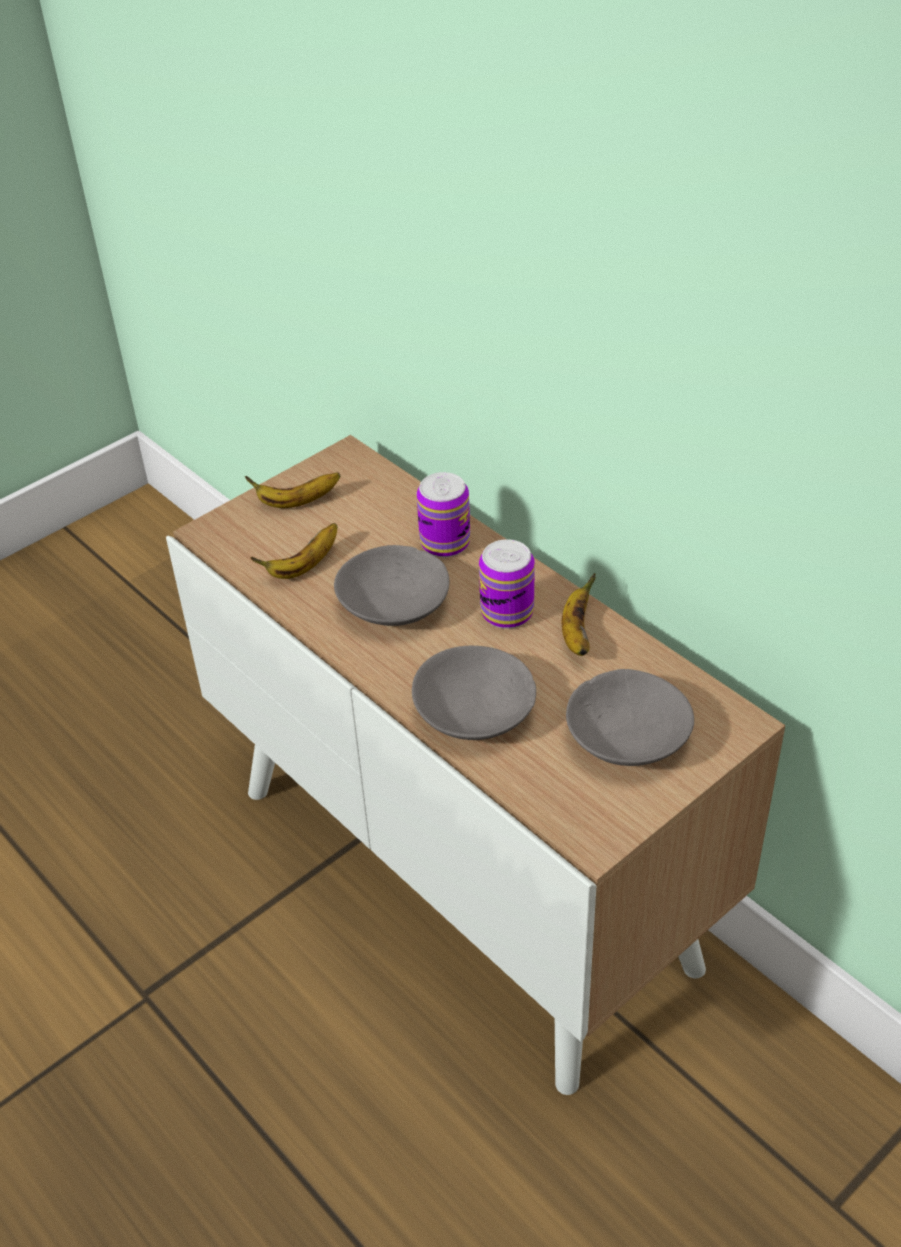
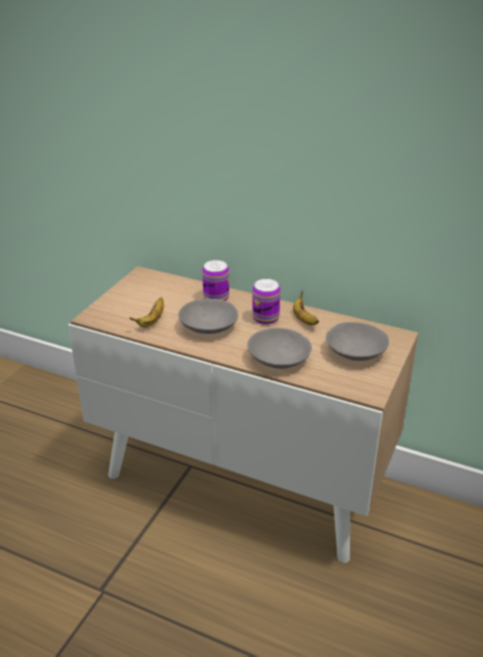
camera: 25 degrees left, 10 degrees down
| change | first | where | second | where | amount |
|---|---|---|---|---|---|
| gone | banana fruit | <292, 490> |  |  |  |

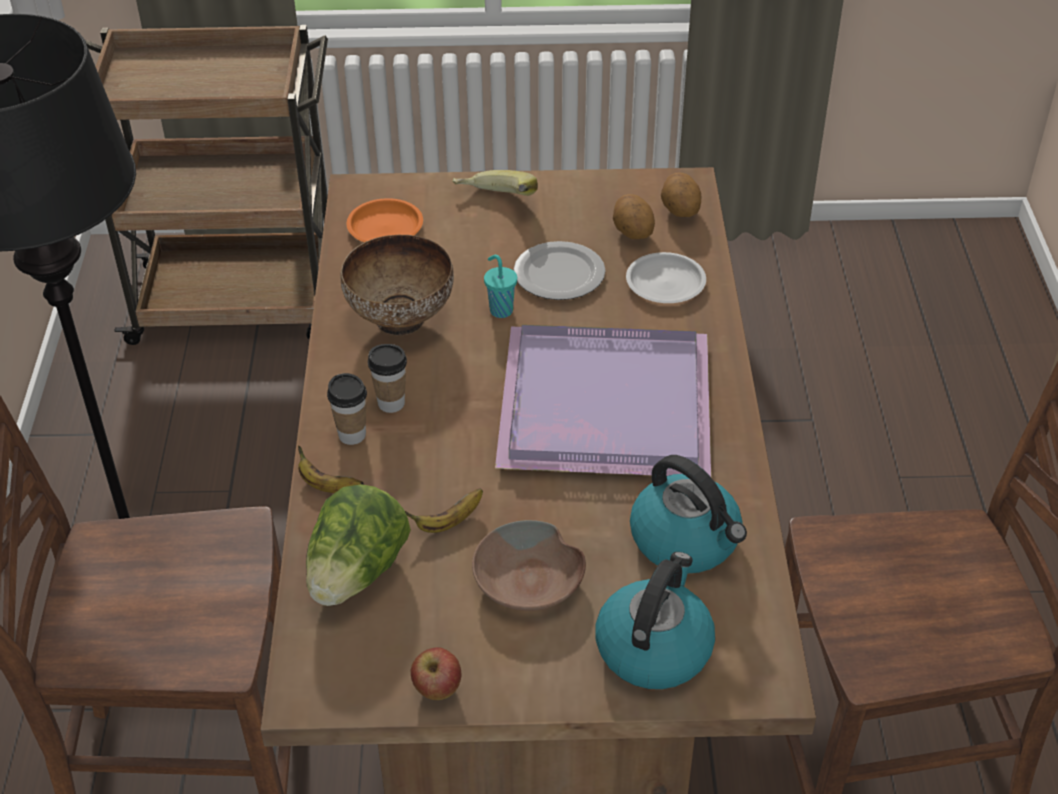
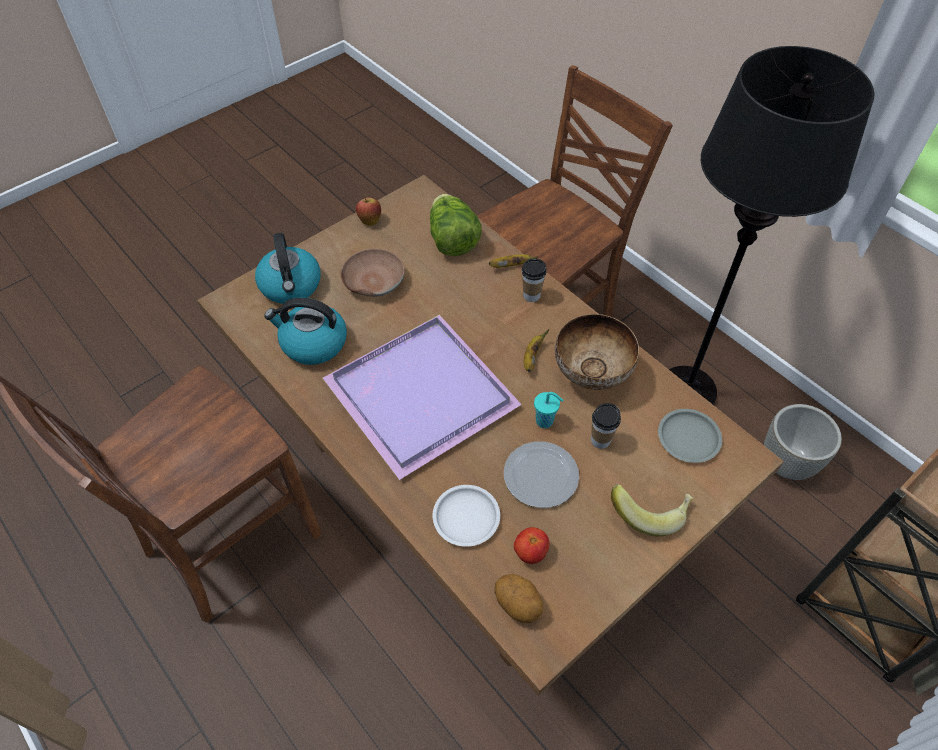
camera: 140 degrees right, 10 degrees up
| change | first | where | second | where | amount |
|---|---|---|---|---|---|
| new |  |  | plant pot in gray | <803, 442> |  |
| shifted | small cup | <387, 378> |  | <606, 426> |  |
| shifted | banana fruit | <444, 510> |  | <536, 350> |  |
| swapped | spud | <634, 216> | tomato | <532, 545> |  |
| repainted | dinner plate in orange | <385, 220> | dinner plate in gray | <690, 436> |  |

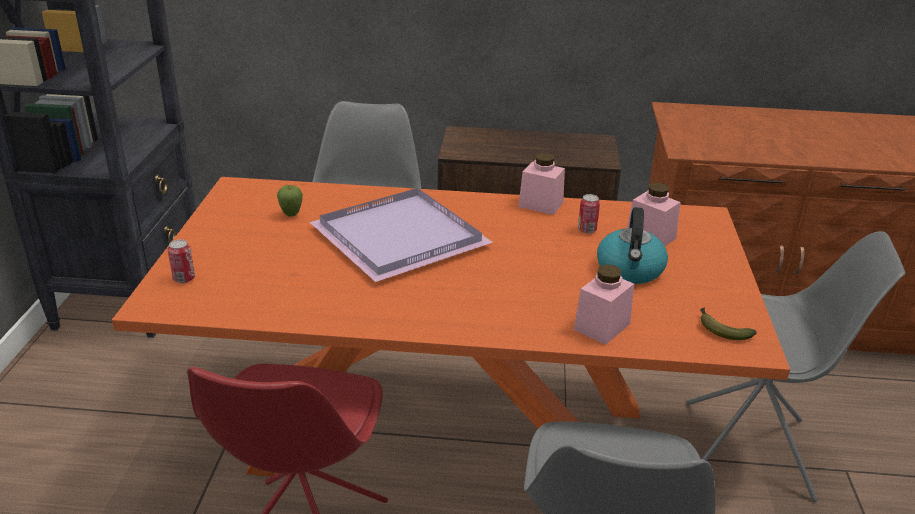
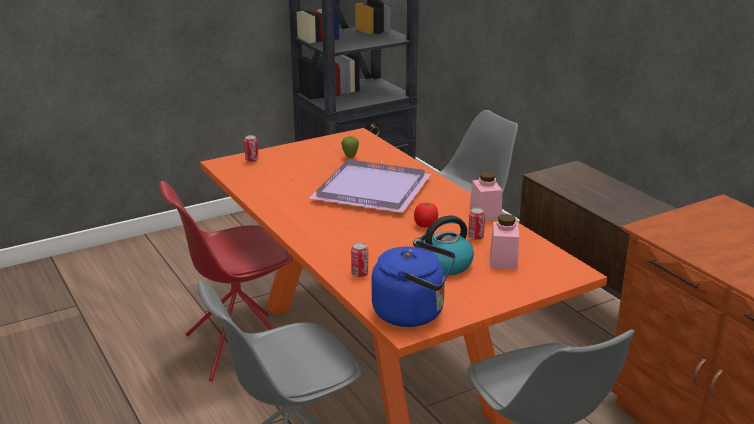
camera: 55 degrees right, 5 degrees down
| change | first | where | second | where | amount |
|---|---|---|---|---|---|
| new |  |  | tomato | <426, 215> |  |
| swapped | storage jar in pinkish | <604, 304> | can | <359, 259> |  |
| swapped | banana fruit | <728, 323> | tea kettle in blue-coloured | <414, 284> |  |

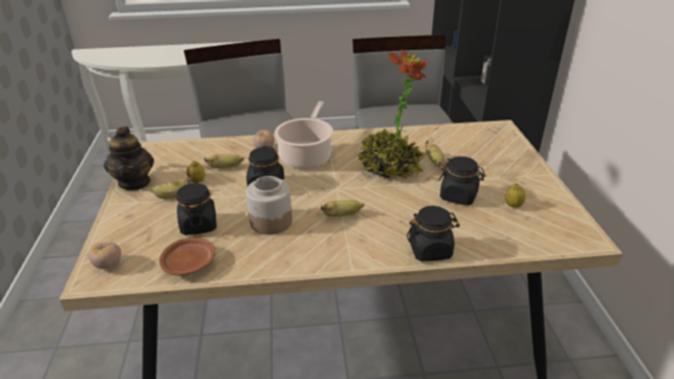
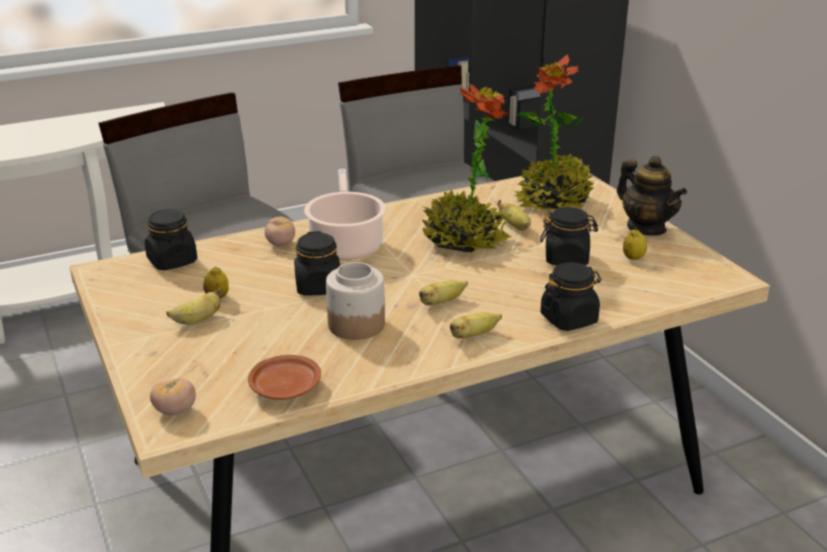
camera: 20 degrees left, 5 degrees down
| change | first | where | second | where | amount |
|---|---|---|---|---|---|
| new |  |  | potted plant | <553, 133> |  |
| shifted | teapot | <129, 158> |  | <652, 196> |  |
| shifted | storage jar in black | <196, 209> |  | <171, 239> |  |
| shifted | banana fruit | <224, 161> |  | <476, 325> |  |

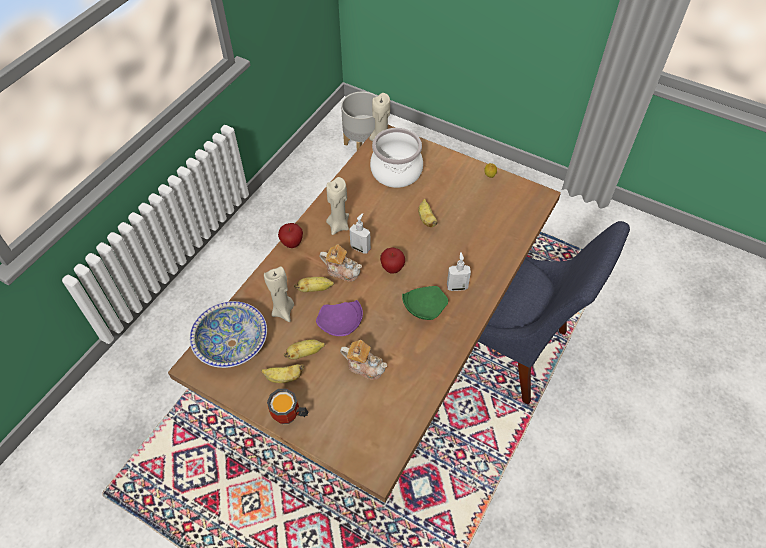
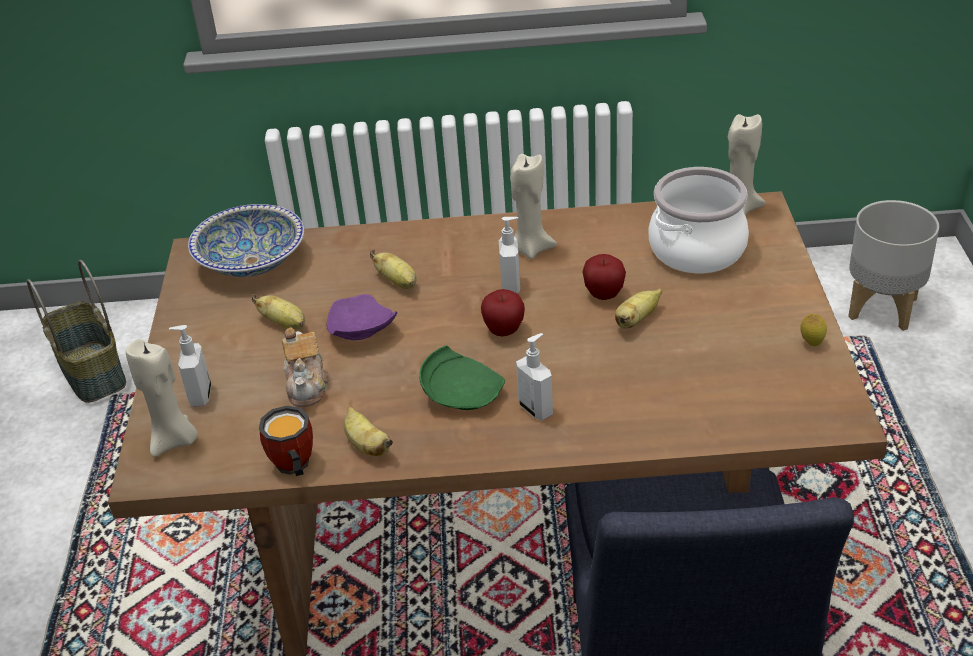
camera: 60 degrees right, 15 degrees down
| change | first | where | second | where | amount |
|---|---|---|---|---|---|
| gone | teapot | <341, 263> |  |  |  |
| new |  |  | household basket | <76, 331> |  |
| new |  |  | soap bottle | <190, 366> |  |
| shifted | banana fruit | <282, 373> |  | <368, 431> |  |
| shifted | wax candle in sand-coloured | <279, 294> |  | <162, 398> |  |
| shifted | coffee mug | <287, 406> |  | <286, 440> |  |
| shifted | apple fruit | <290, 235> |  | <604, 277> |  |

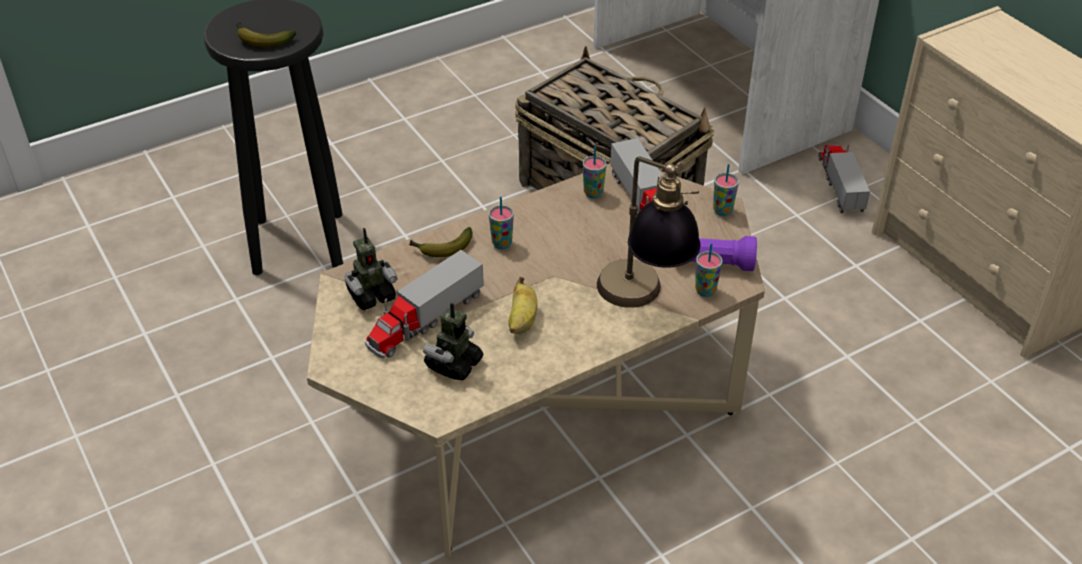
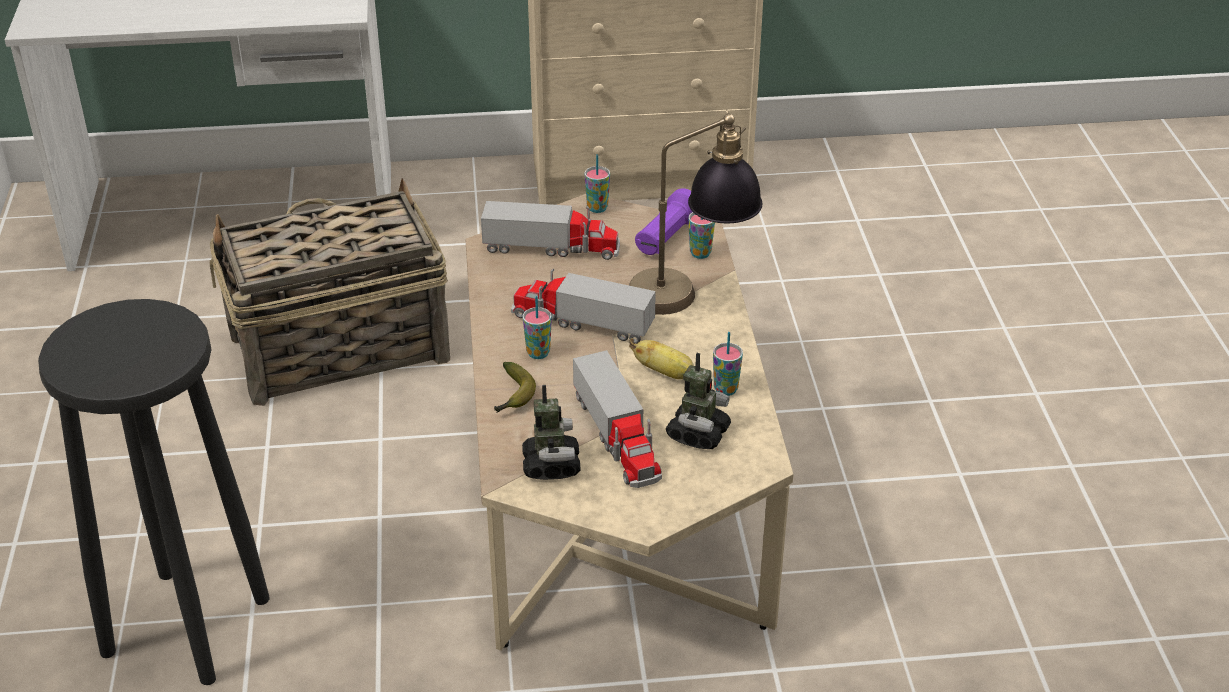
camera: 65 degrees left, 5 degrees down
| change | first | where | second | where | amount |
|---|---|---|---|---|---|
| gone | banana fruit | <266, 34> |  |  |  |
| shifted | small cup | <594, 172> |  | <728, 364> |  |
| shifted | model truck | <844, 178> |  | <583, 306> |  |
| rotated | toy robot | <453, 341> |  | <698, 401> | 120 degrees counterclockwise |

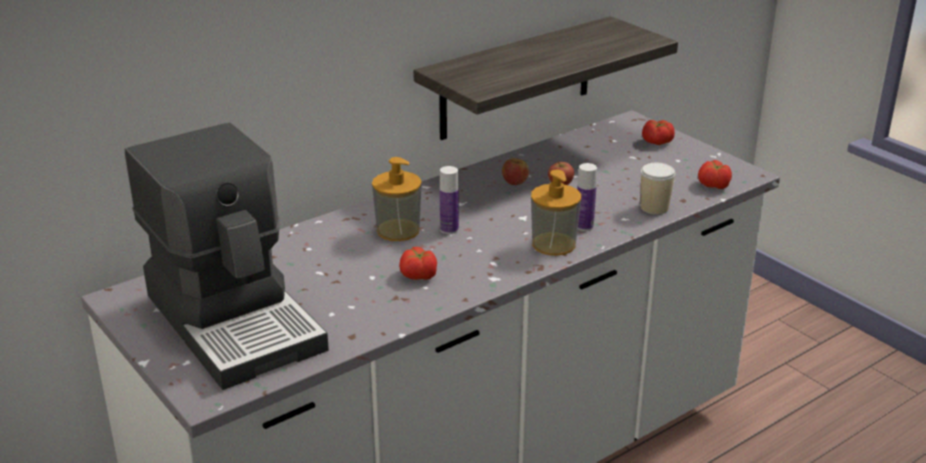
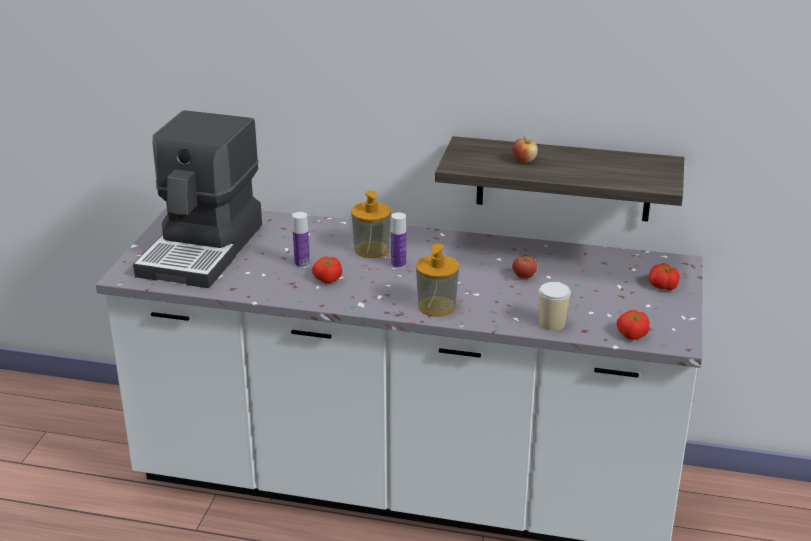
camera: 50 degrees right, 0 degrees up
| change | first | where | second | where | amount |
|---|---|---|---|---|---|
| shifted | apple fruit | <515, 171> |  | <525, 149> |  |
| shifted | beverage bottle | <587, 197> |  | <301, 240> |  |

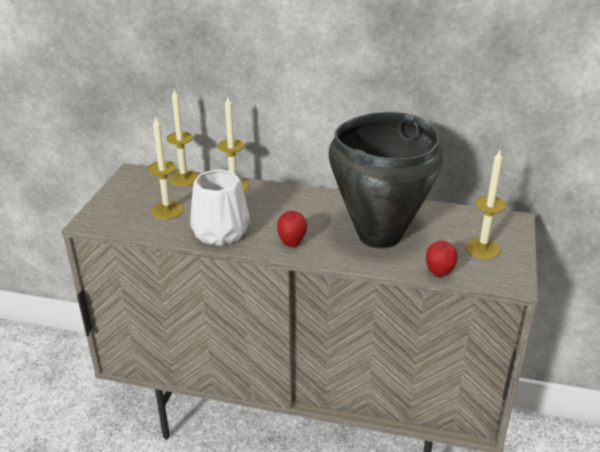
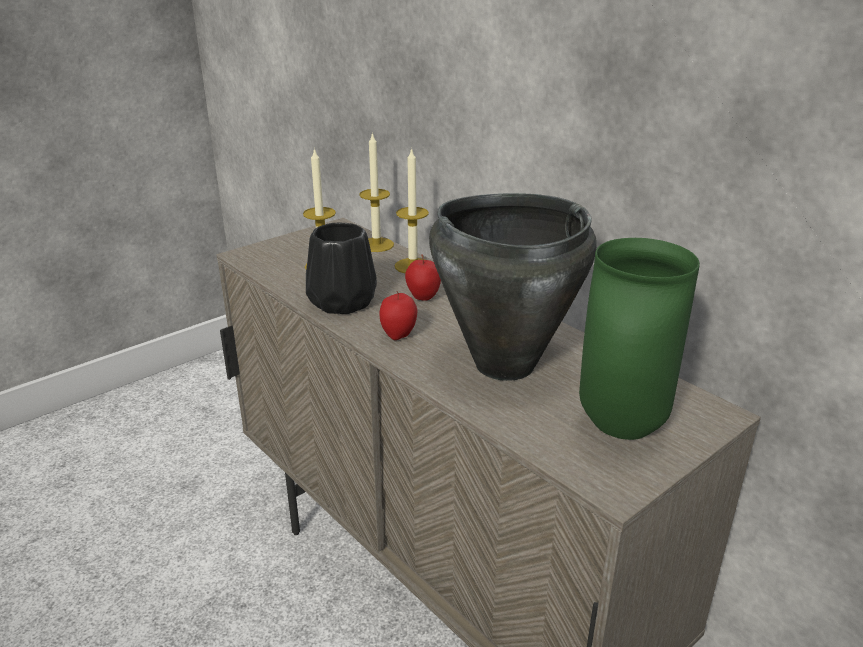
camera: 35 degrees right, 5 degrees down
| change | first | where | second | where | amount |
|---|---|---|---|---|---|
| shifted | apple fruit | <441, 258> |  | <423, 277> |  |
| swapped | wax candle | <485, 204> | flower vase in green | <639, 339> |  |
| repainted | flower vase in white | <220, 208> | flower vase in black | <341, 268> |  |

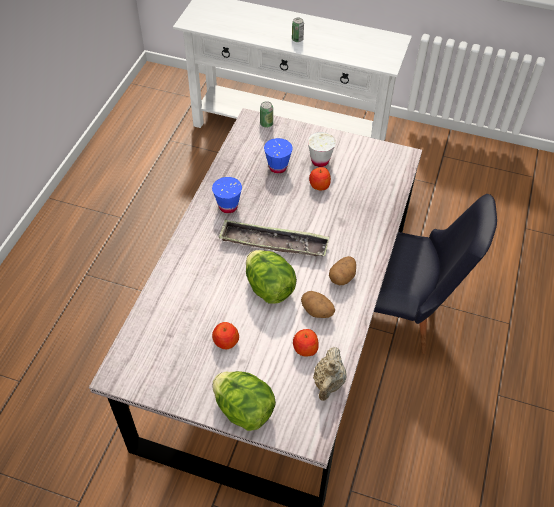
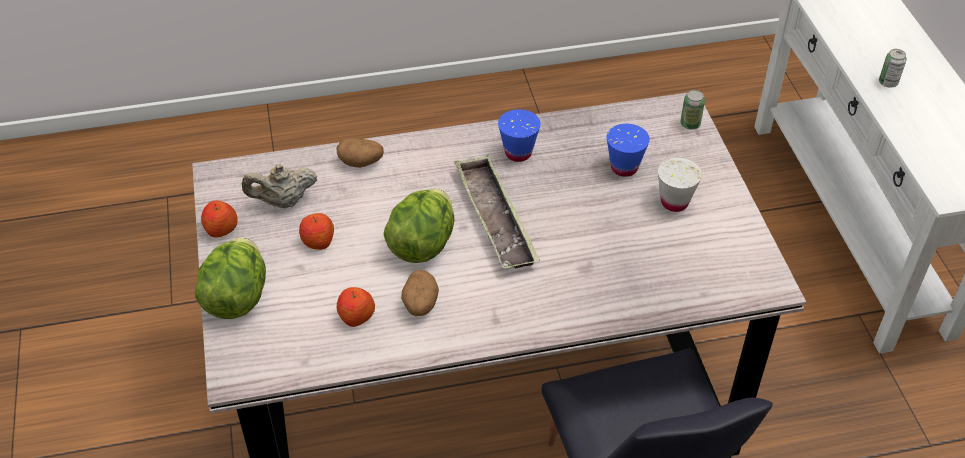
camera: 60 degrees right, 5 degrees down
| change | first | where | second | where | amount |
|---|---|---|---|---|---|
| shifted | apple fruit | <320, 178> |  | <219, 219> |  |
| shifted | teapot in sand-coloured | <329, 374> |  | <279, 186> |  |
| shifted | spud | <342, 270> |  | <360, 153> |  |

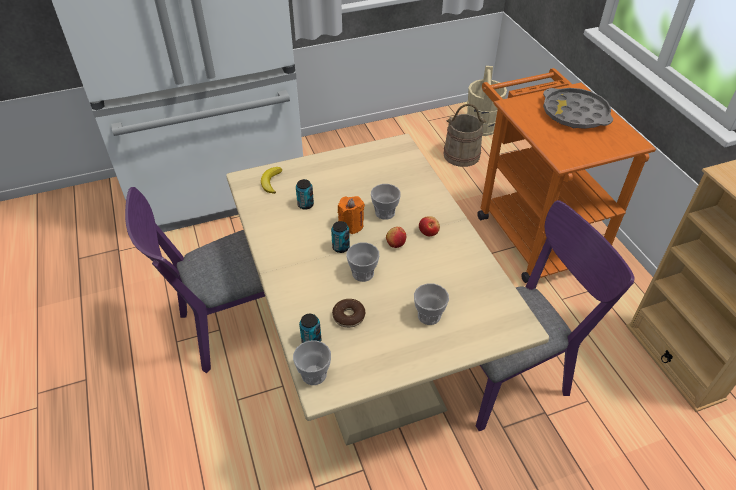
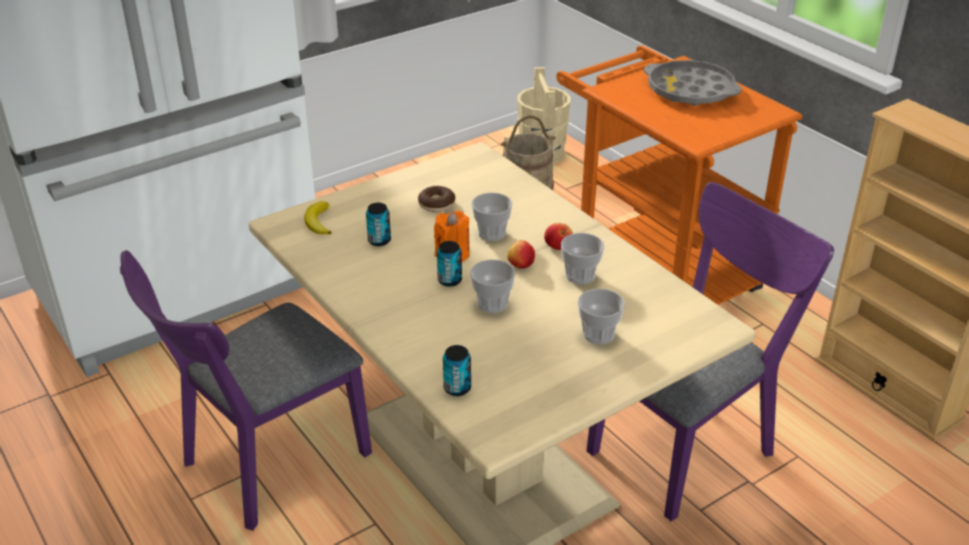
camera: 15 degrees left, 10 degrees down
| change | first | where | second | where | amount |
|---|---|---|---|---|---|
| shifted | small cup | <312, 362> |  | <582, 258> |  |
| shifted | doughnut | <349, 313> |  | <436, 199> |  |

